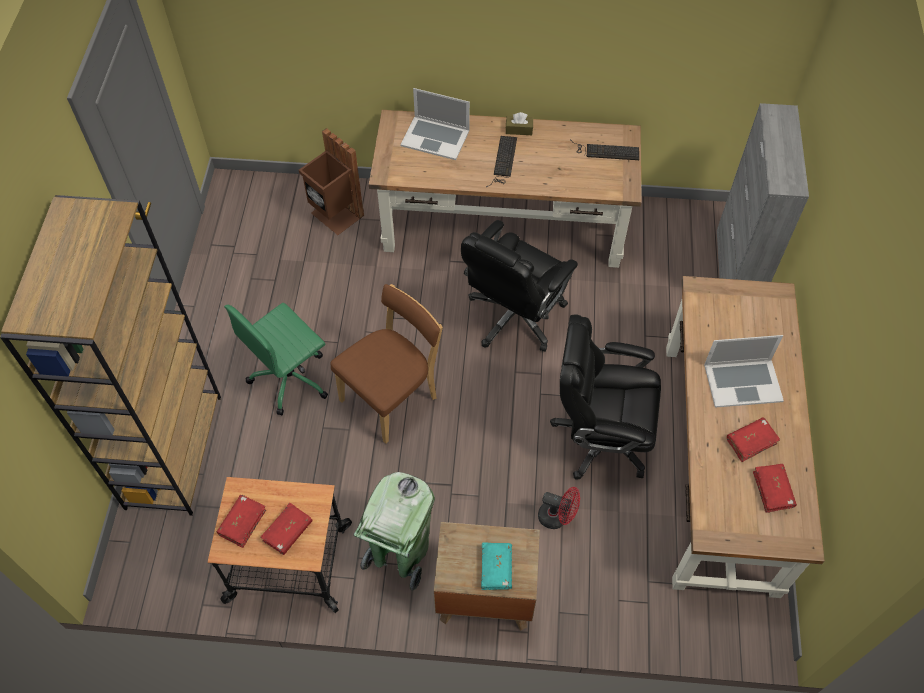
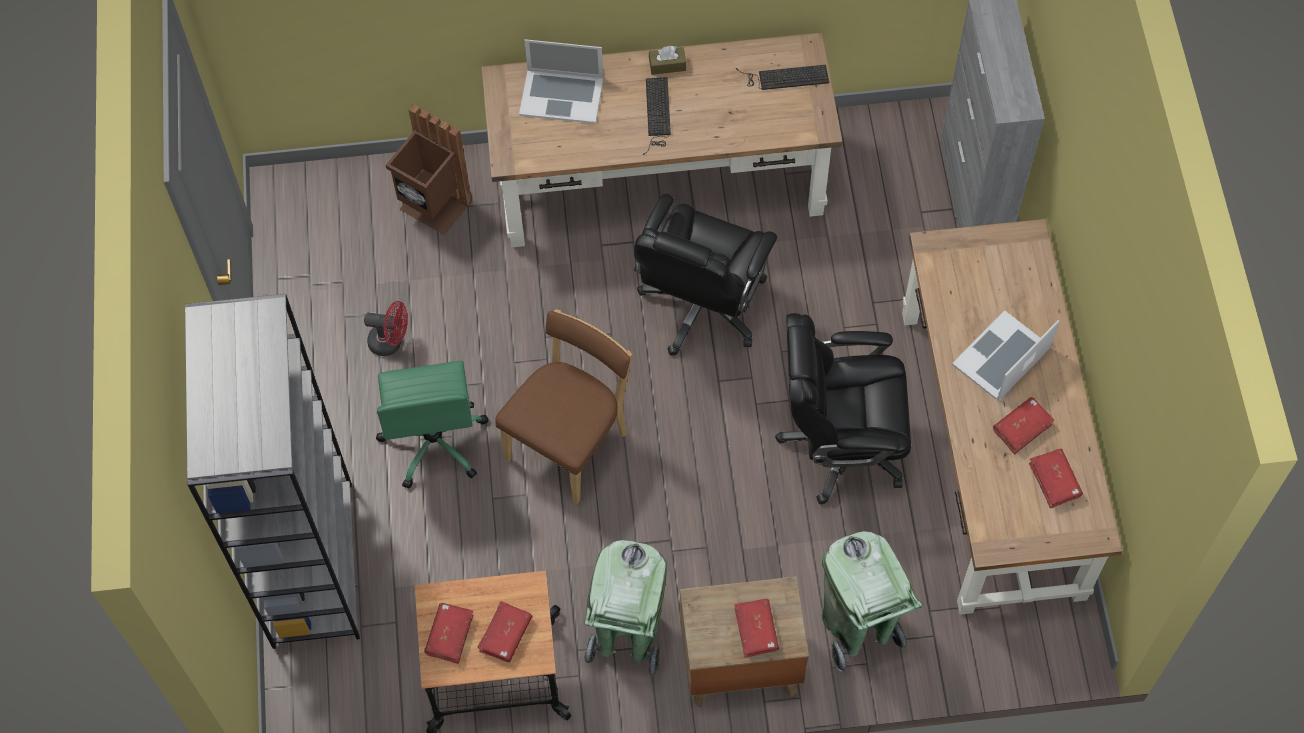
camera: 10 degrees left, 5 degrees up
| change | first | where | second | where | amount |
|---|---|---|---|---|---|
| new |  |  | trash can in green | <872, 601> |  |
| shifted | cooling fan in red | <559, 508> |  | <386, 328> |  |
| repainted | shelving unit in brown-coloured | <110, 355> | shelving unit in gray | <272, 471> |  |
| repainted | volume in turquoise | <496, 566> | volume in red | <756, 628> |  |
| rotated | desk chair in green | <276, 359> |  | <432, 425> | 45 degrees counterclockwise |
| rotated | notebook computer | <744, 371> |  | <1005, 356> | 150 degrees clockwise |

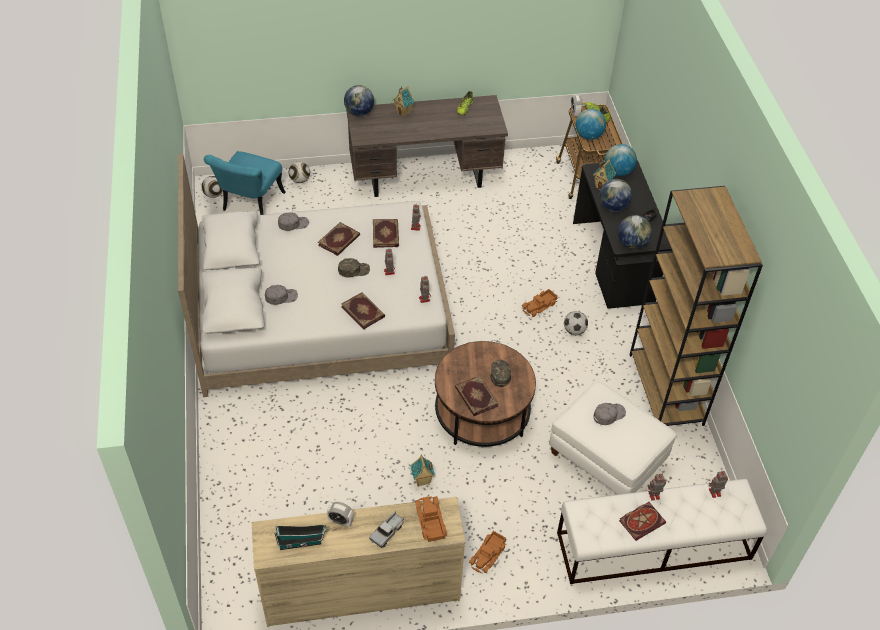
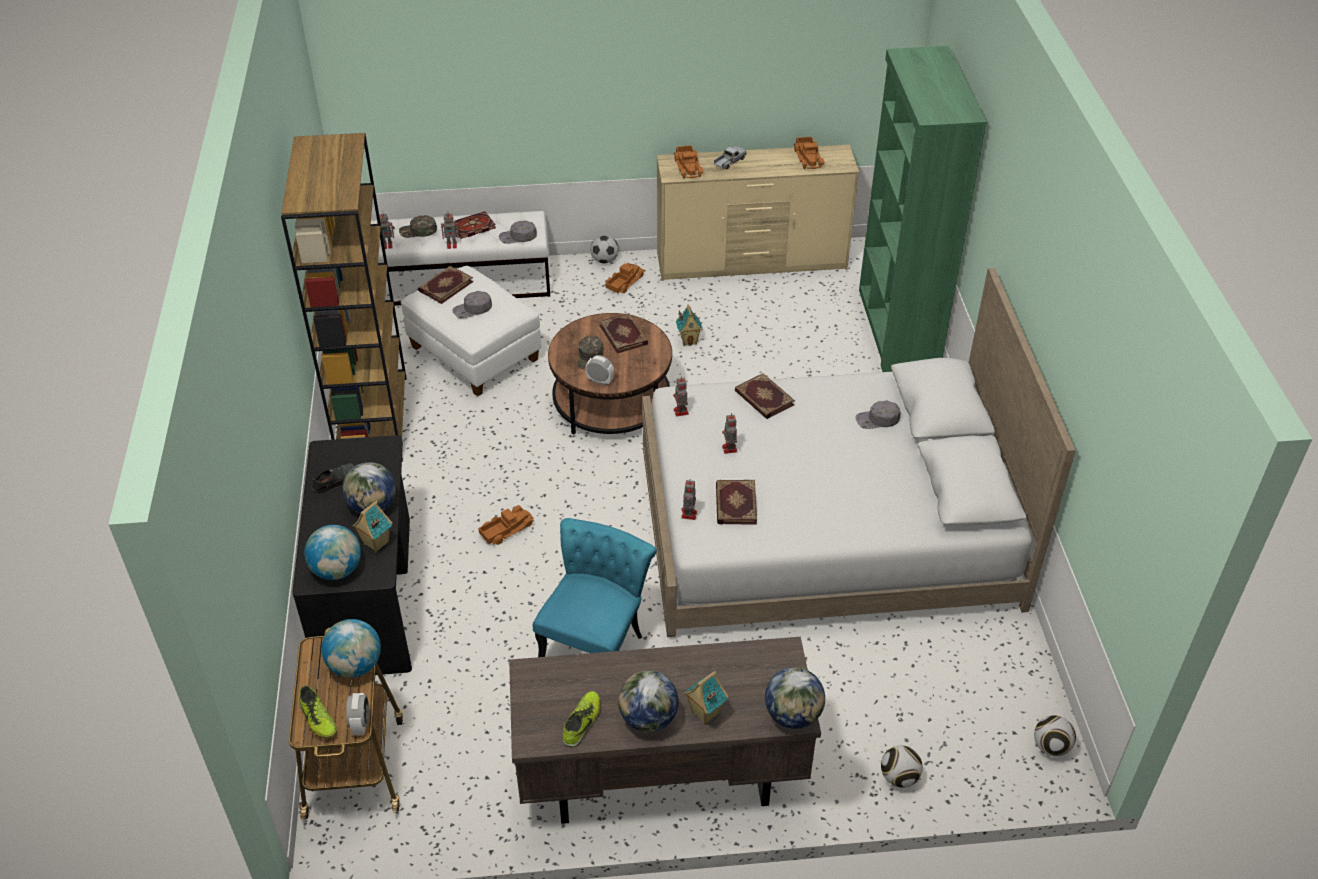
camera: 175 degrees left, 5 degrees down
| change | first | where | second | where | amount |
|---|---|---|---|---|---|
| new |  |  | shelving unit in green | <923, 209> |  |
| shifted | chair in turquoise | <245, 183> |  | <595, 587> |  |
| shifted | cap in gray | <293, 221> |  | <518, 232> |  |
| shifted | volume | <339, 239> |  | <445, 285> |  |
| shifted | alarm clock | <340, 514> |  | <599, 370> |  |
| shifted | cap in green | <354, 268> |  | <418, 226> |  |
| shifted | football | <576, 323> |  | <604, 249> |  |
| shifted | globe | <635, 232> |  | <648, 701> |  |
| swapped | miniature house | <300, 537> | model truck | <809, 153> |  |

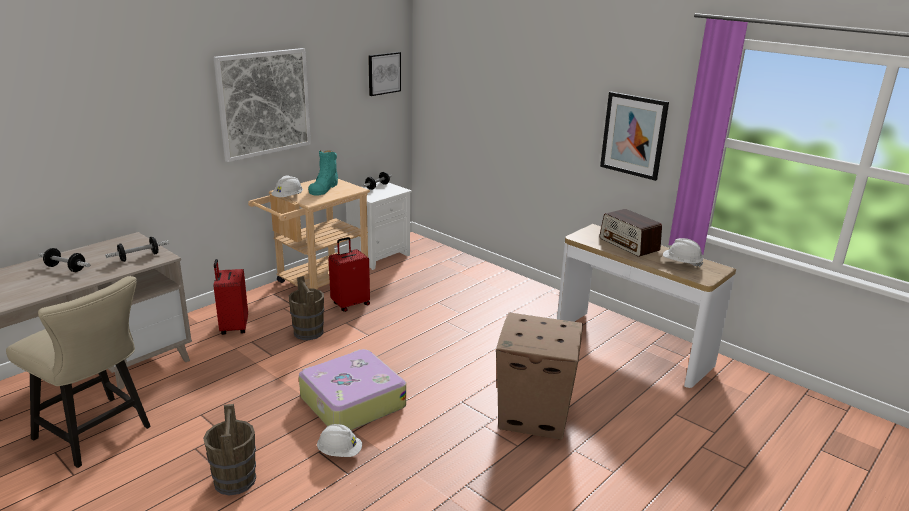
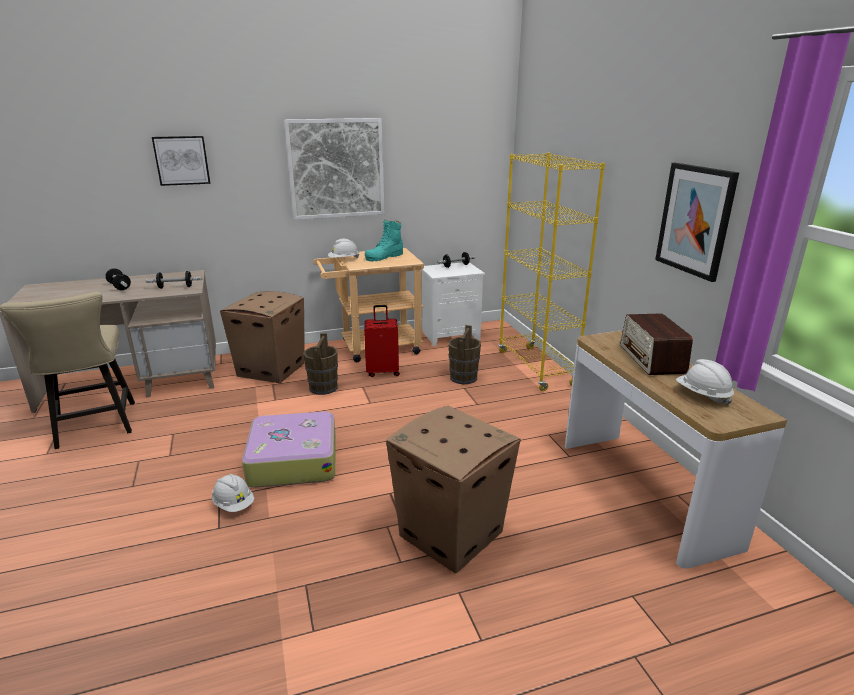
camera: 30 degrees right, 0 degrees up
| change | first | where | second | where | amount |
|---|---|---|---|---|---|
| new |  |  | shelving unit in yellowish | <551, 272> |  |
| shifted | bucket in brown-coloured | <229, 450> |  | <464, 354> |  |
| shifted | wall picture | <384, 74> |  | <181, 161> |  |
| swapped | travel case in red | <231, 297> | cardboard box | <262, 337> |  |

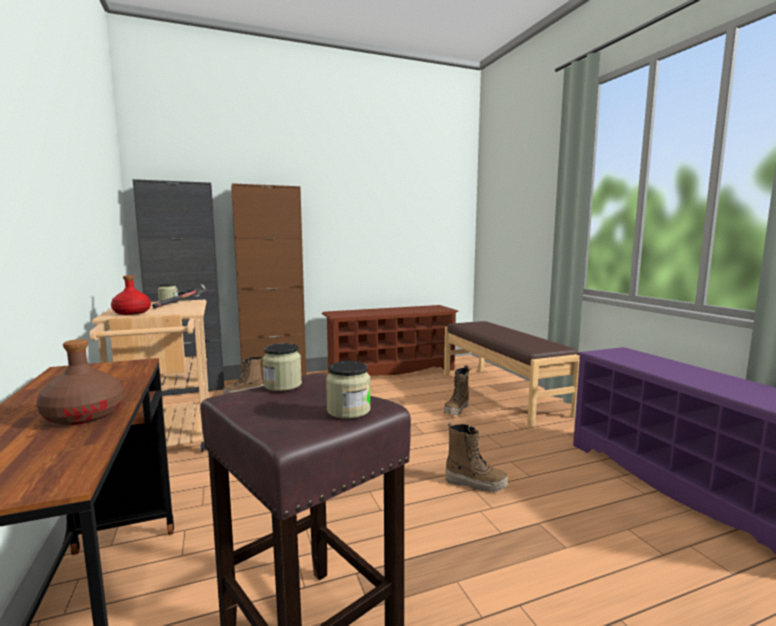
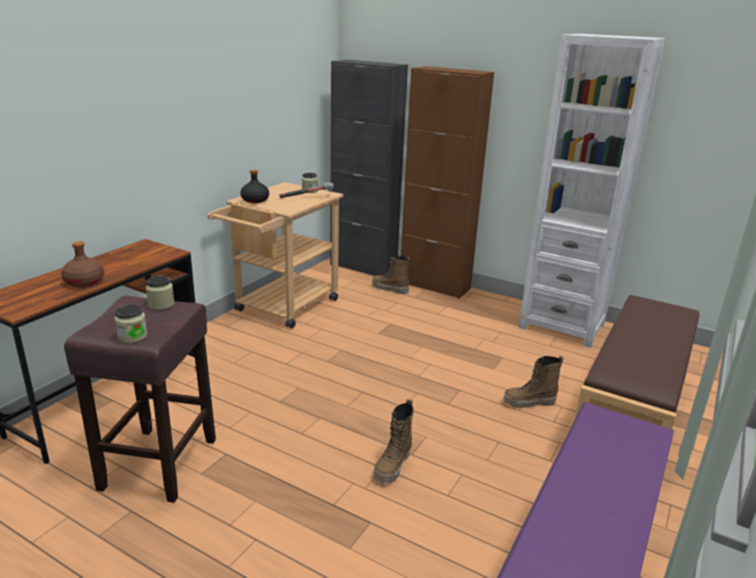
camera: 50 degrees right, 15 degrees up
| change | first | where | second | where | amount |
|---|---|---|---|---|---|
| swapped | shoe stand in brown-coloured | <390, 340> | shelving unit in white | <592, 191> |  |
| repainted | beverage bottle in red | <131, 295> | beverage bottle in black | <254, 186> |  |
| rotated | boot | <476, 457> |  | <394, 441> | 45 degrees clockwise |

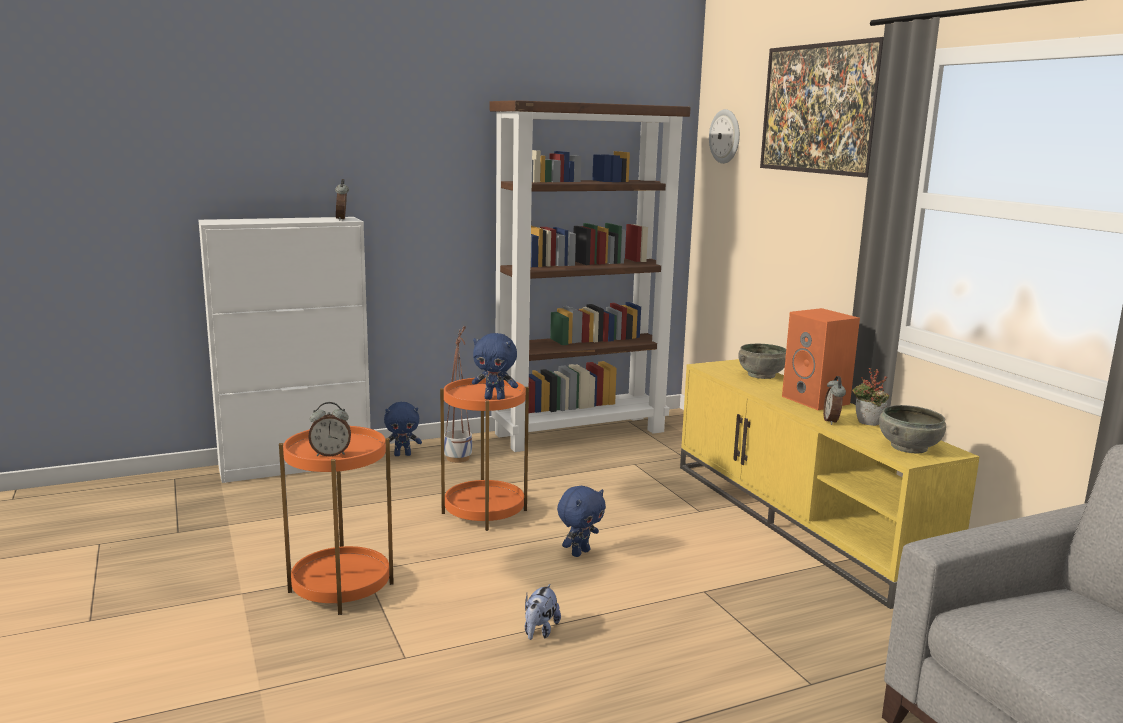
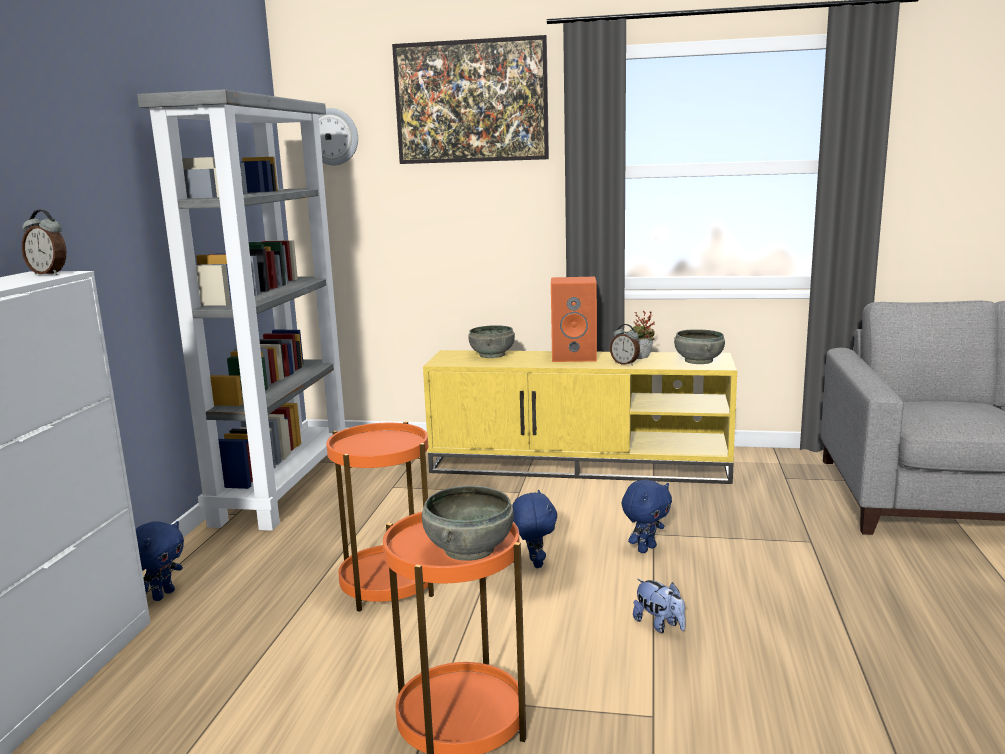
camera: 55 degrees left, 0 degrees up
| change | first | where | second | where | amount |
|---|---|---|---|---|---|
| gone | plant pot | <458, 394> |  |  |  |
| shifted | plush toy in blue-coloured | <495, 366> |  | <647, 516> |  |
| swapped | alarm clock | <329, 429> | bowl in gray | <468, 523> |  |
| repainted | shelving unit in brown-coloured | <590, 276> | shelving unit in gray | <242, 310> |  |

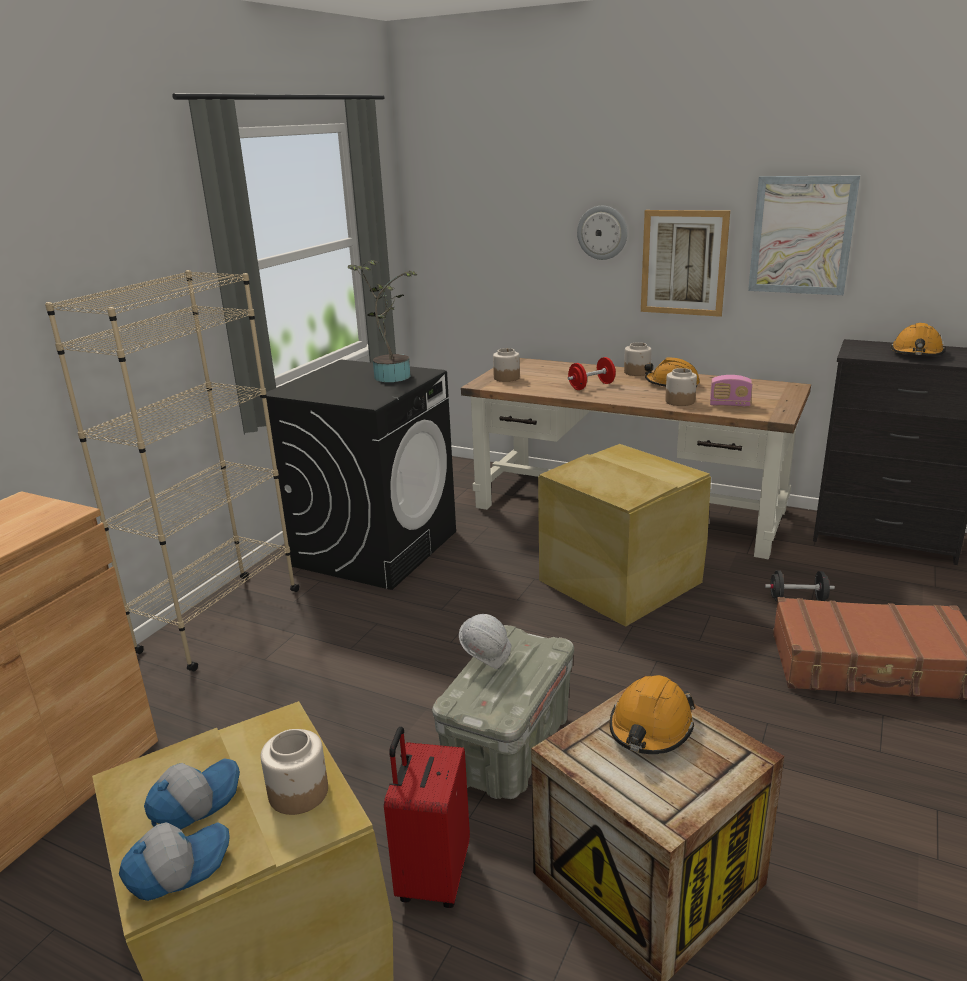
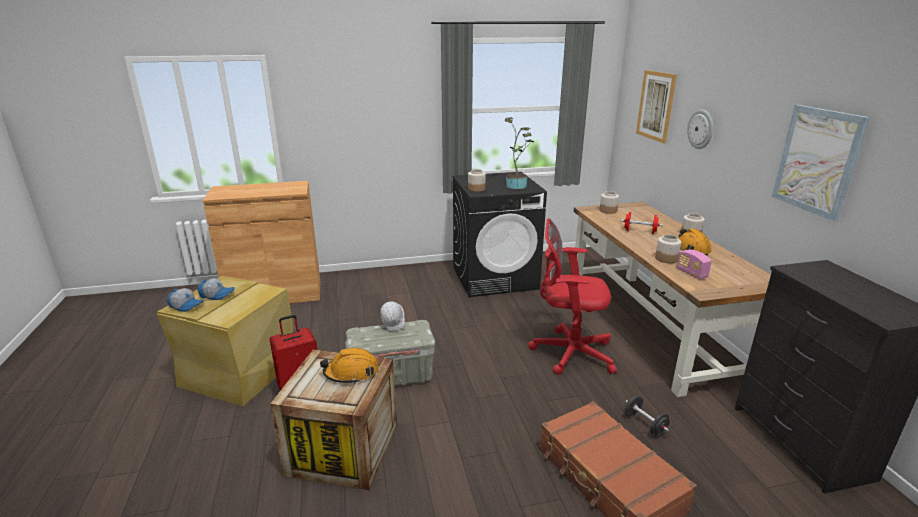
camera: 50 degrees right, 0 degrees up
| change | first | where | second | where | amount |
|---|---|---|---|---|---|
| gone | shelving unit in sand-coloured | <172, 471> |  |  |  |
| gone | hard hat in orange | <918, 339> |  |  |  |
| shifted | storage jar | <294, 772> |  | <477, 180> |  |
| shifted | wall picture | <685, 263> |  | <656, 107> |  |
| swapped | storage bin in sand-coloured | <624, 535> | desk chair in red | <572, 296> |  |

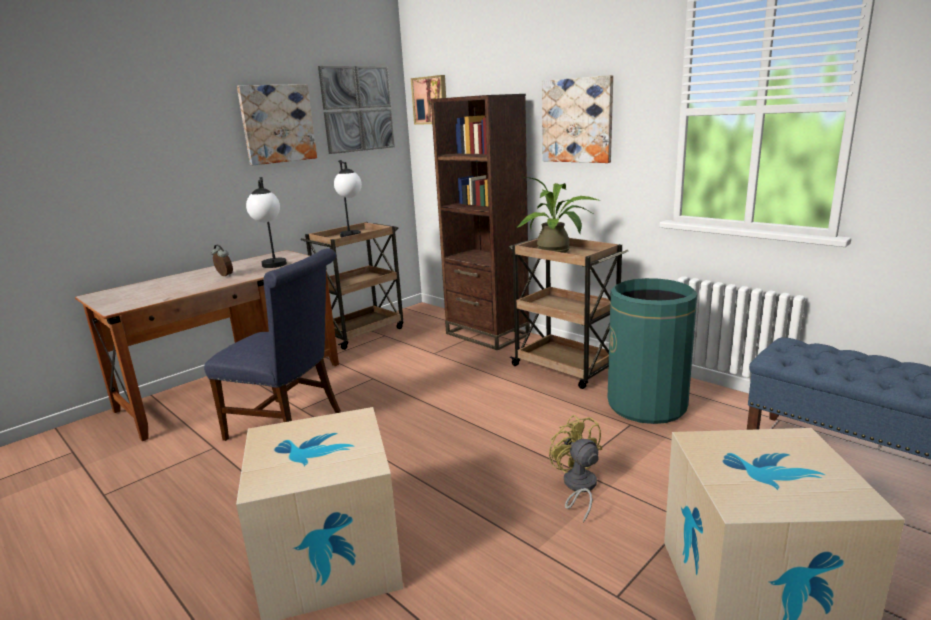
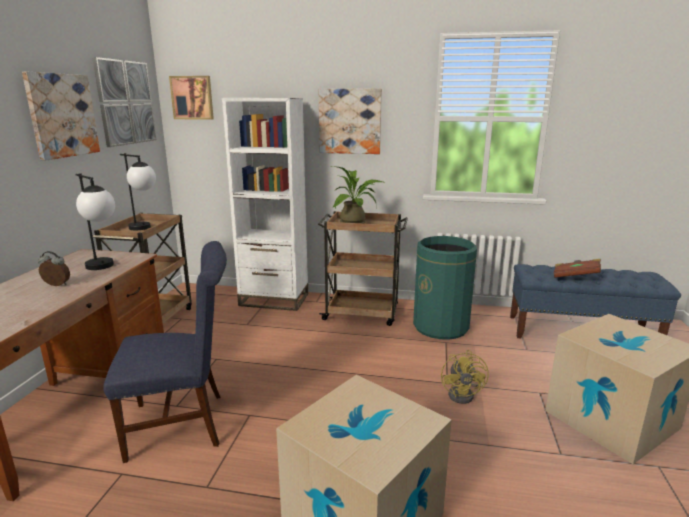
camera: 35 degrees left, 0 degrees up
| change | first | where | second | where | amount |
|---|---|---|---|---|---|
| new |  |  | volume in brown-coloured | <577, 268> |  |
| repainted | shelving unit in brown-coloured | <480, 222> | shelving unit in white | <265, 204> |  |
| rotated | cooling fan in yellowish | <575, 469> |  | <465, 377> | 120 degrees counterclockwise |

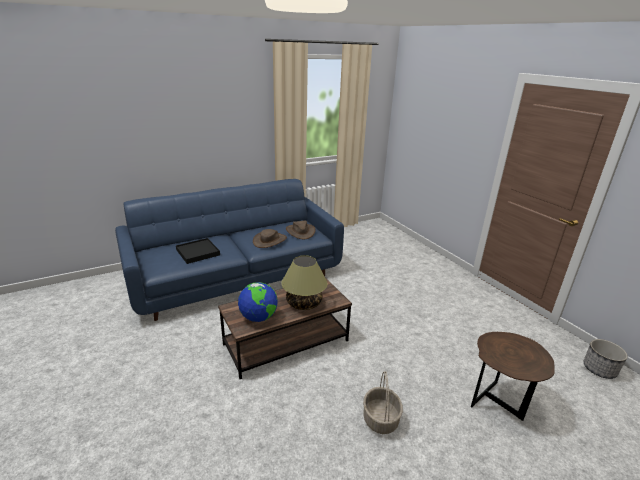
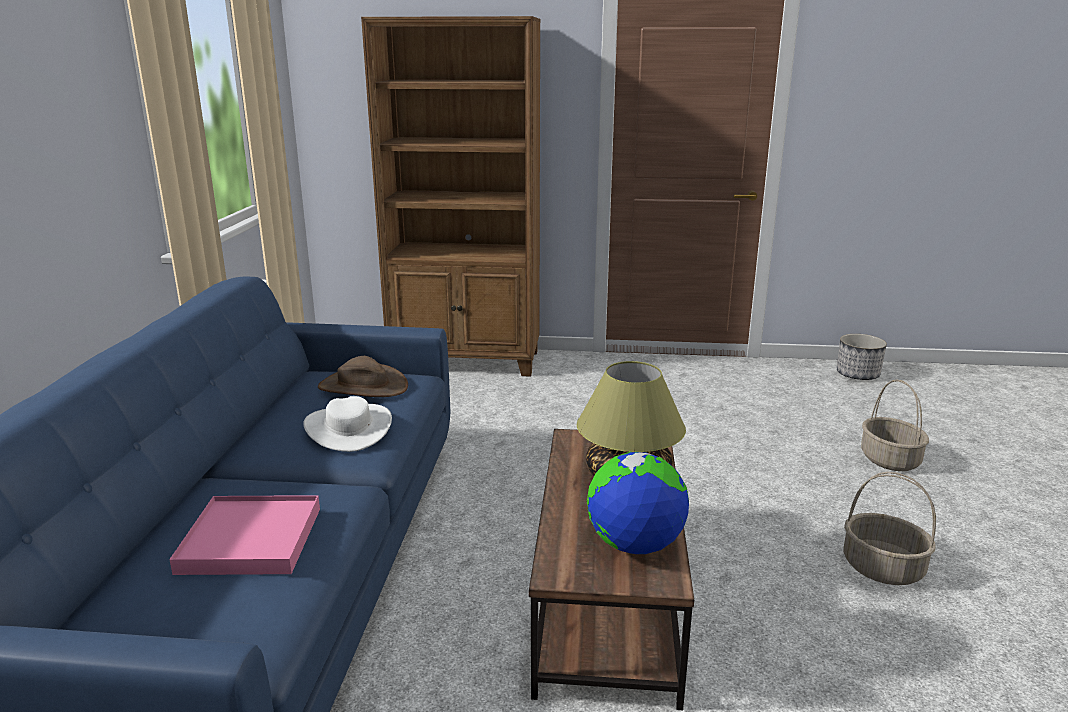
camera: 55 degrees left, 5 degrees down
| change | first | where | second | where | amount |
|---|---|---|---|---|---|
| new |  |  | shelving unit in brown-coloured | <451, 196> |  |
| swapped | end table in brown-coloured | <513, 376> | household basket | <895, 425> |  |
| repainted | carrying tray in black | <198, 251> | carrying tray in pinkish | <244, 535> |  |
| repainted | wearable hat in brown-coloured | <270, 238> | wearable hat in white | <347, 424> |  |

